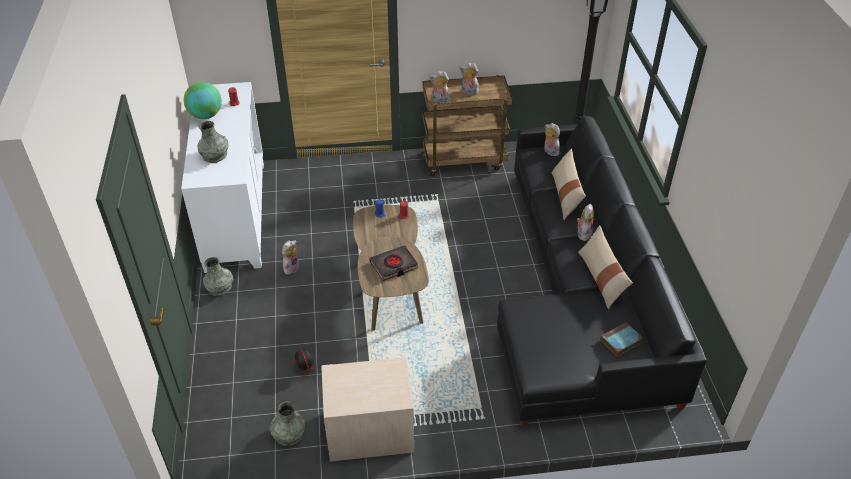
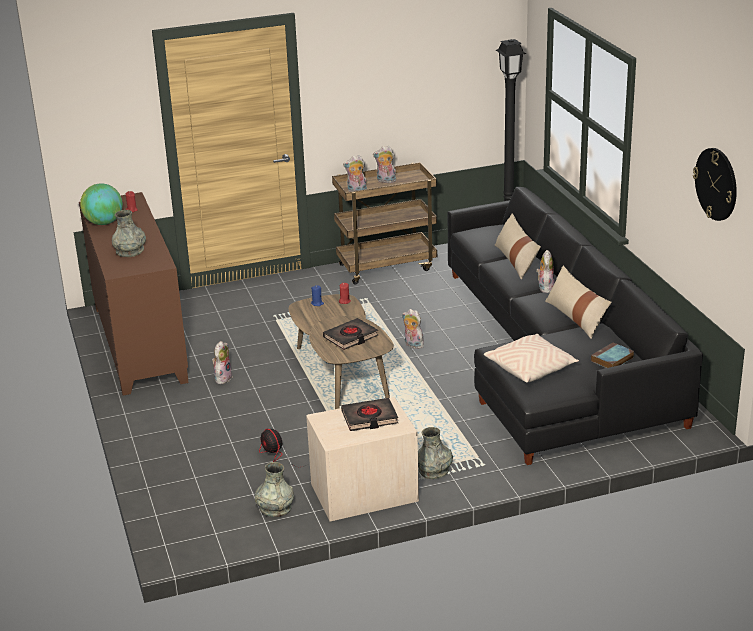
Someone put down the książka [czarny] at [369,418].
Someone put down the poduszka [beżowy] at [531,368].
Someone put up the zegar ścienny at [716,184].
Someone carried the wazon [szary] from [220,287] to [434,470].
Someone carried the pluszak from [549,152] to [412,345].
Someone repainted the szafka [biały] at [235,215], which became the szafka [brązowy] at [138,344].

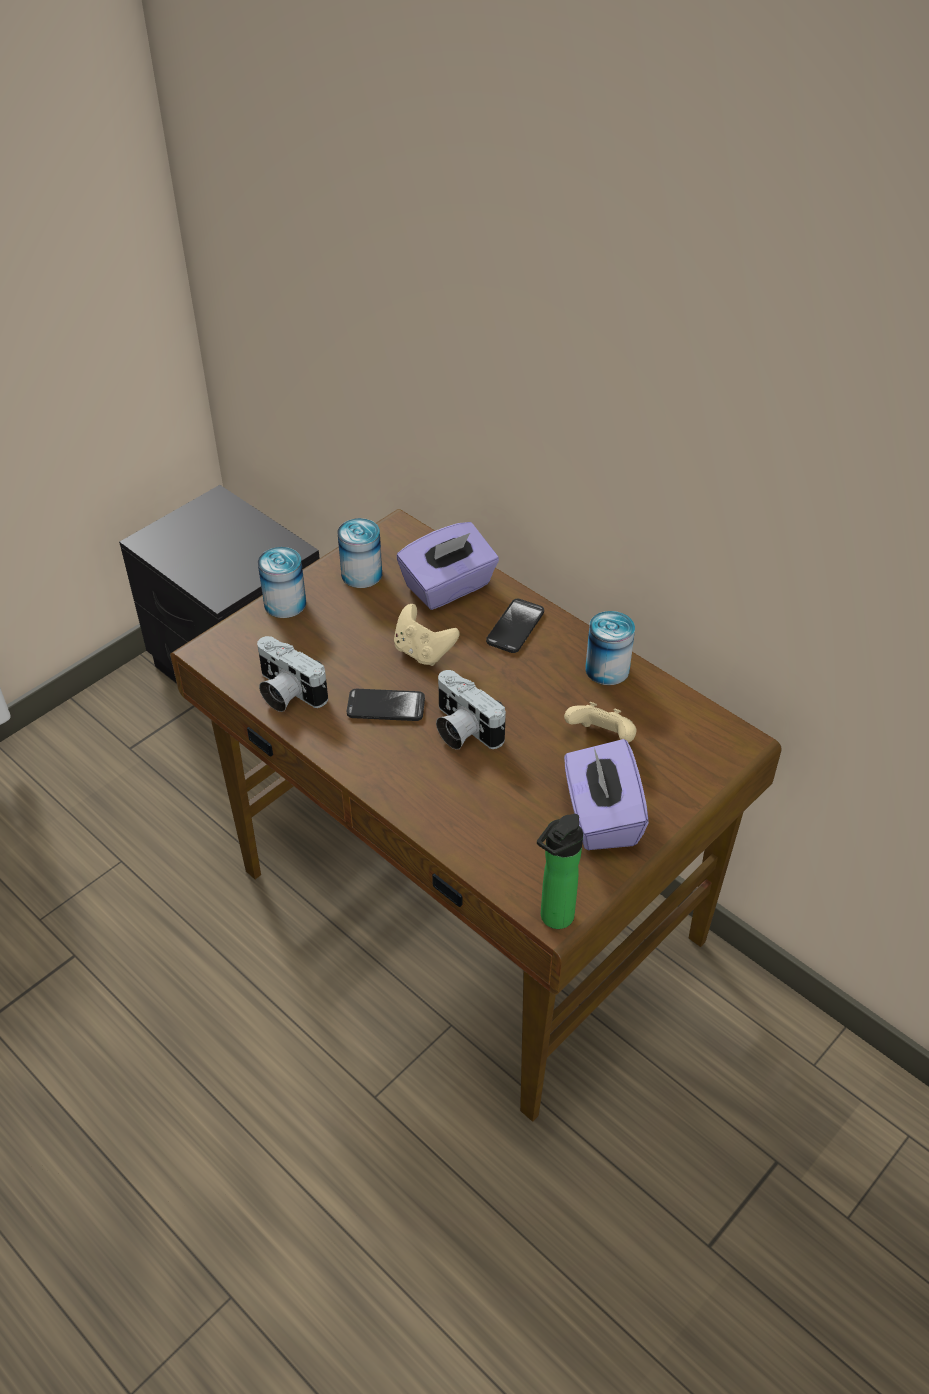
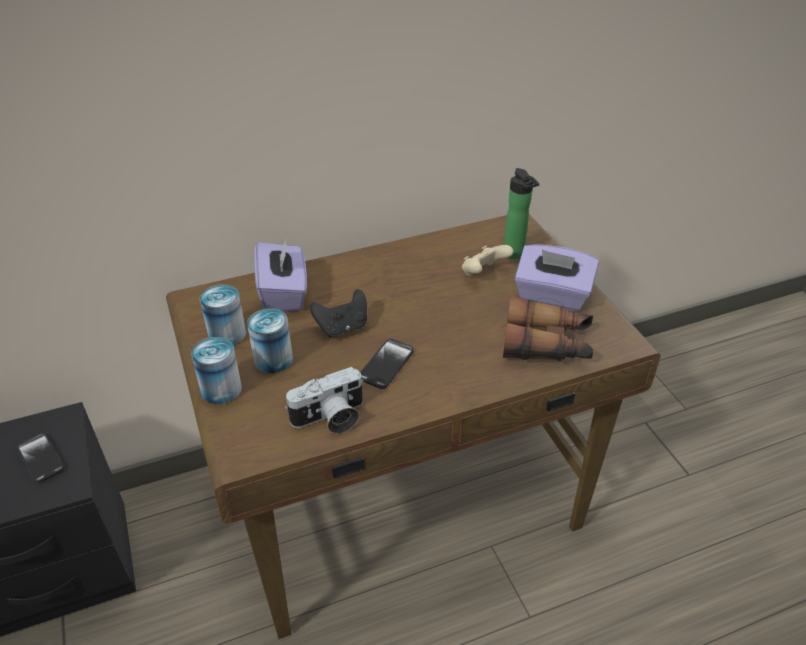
Someone took away the aparat fotograficzny at [462,730].
Someone put down the lornetka at [547,344].
Someone carried the telefon from [515,627] to [41,458].
Someone carried the butelka from [553,919] to [515,255].
Someone carried the puszka from [607,669] to [273,359].
Someone repainted the pad do gier [beżowy] at [423,652], which became the pad do gier [czarny] at [342,327].

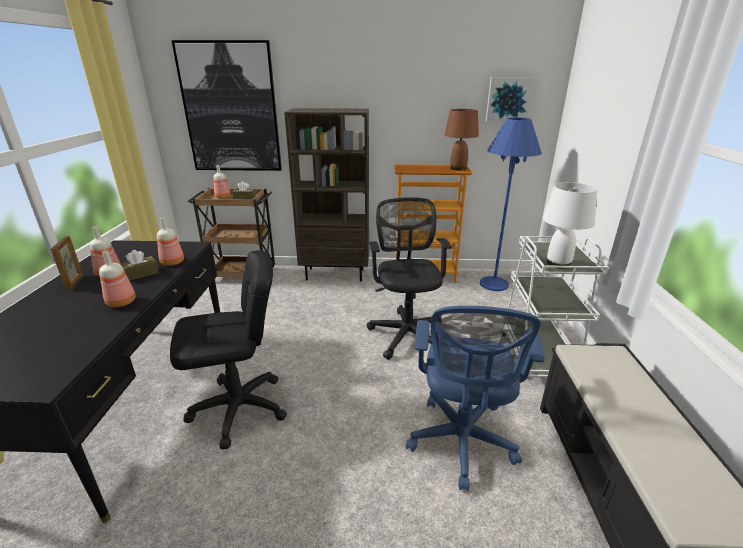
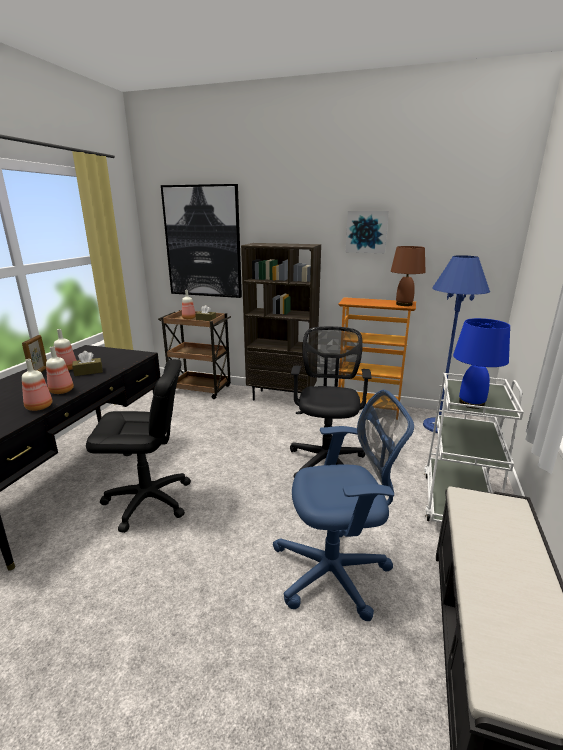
Someone carried the butelka from [173,262] to [39,407].
Someone carried the obraz from [508,99] to [366,232].
Someone repainted the lampa stołowa [biały] at [557,263], which became the lampa stołowa [niebieski] at [470,403].
Someone rotated the krzesło biurowe [niebieski] at [461,443] by 120 degrees counterclockwise.

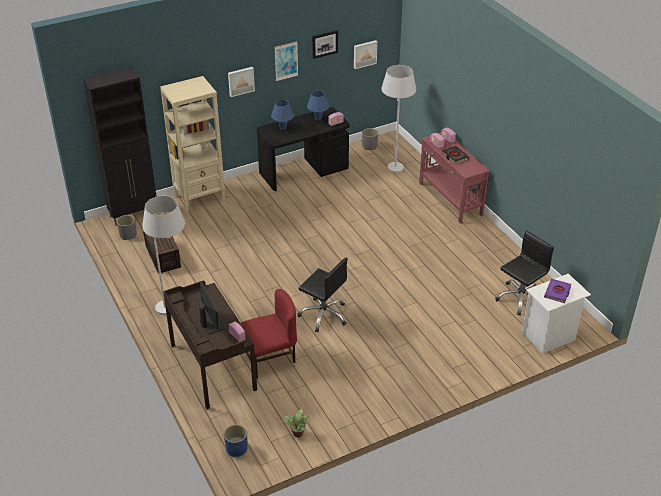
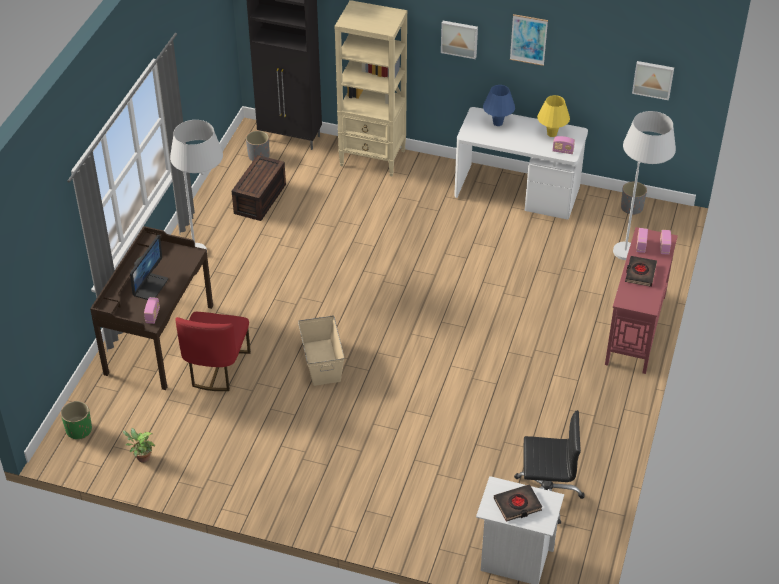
Someone took away the obraz at [324,44].
Someone swapped the krzesło biurowe [czarny] at [323,315] for the pojemnik do przechowywania [beżowy] at [321,362].
Someone repainted the donica [niebieski] at [236,449], which became the donica [zielony] at [79,430].
Someone repainted the biurko [czarny] at [304,170], which became the biurko [biały] at [518,192].
Someone repainted the lampa stołowa [niebieski] at [318,118], which became the lampa stołowa [żółty] at [552,134].
Someone repainted the książka [fioletowy] at [557,292], which became the książka [czarny] at [517,505].
Someone rotated the krzesło [czerwony] at [270,358] by 75 degrees clockwise.

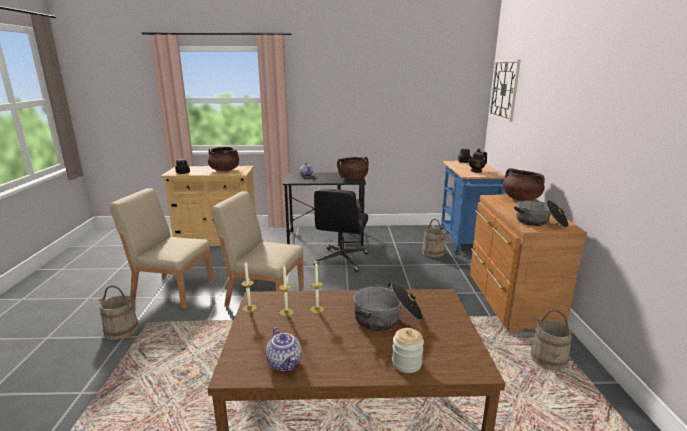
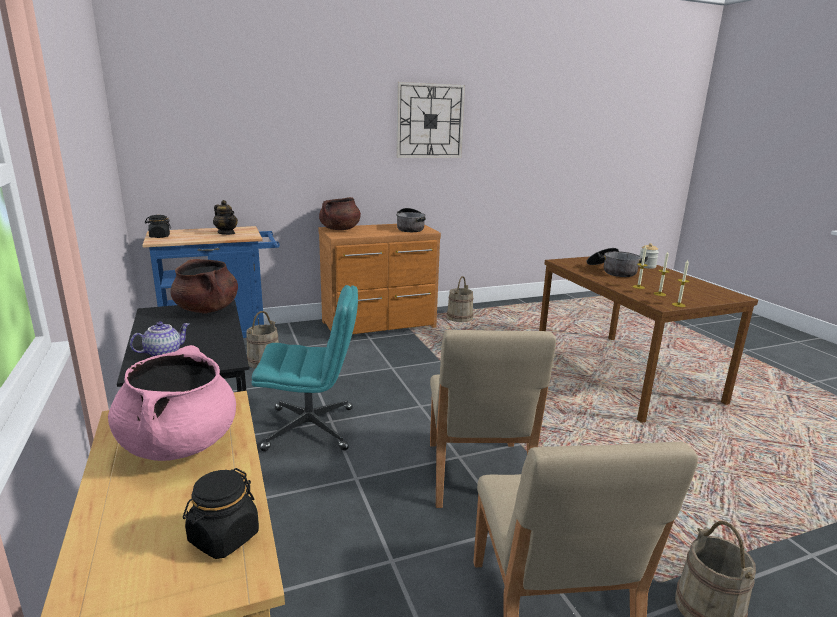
Someone took away the imbryk at [285,363].
Someone carried the zegar ścienny from [504,89] to [430,121].
Someone repainted the garnek [brązowy] at [225,170], which became the garnek [różowy] at [180,444].
Someone repainted the krzesło biurowe [czarny] at [341,260], which became the krzesło biurowe [turkusowy] at [311,428].

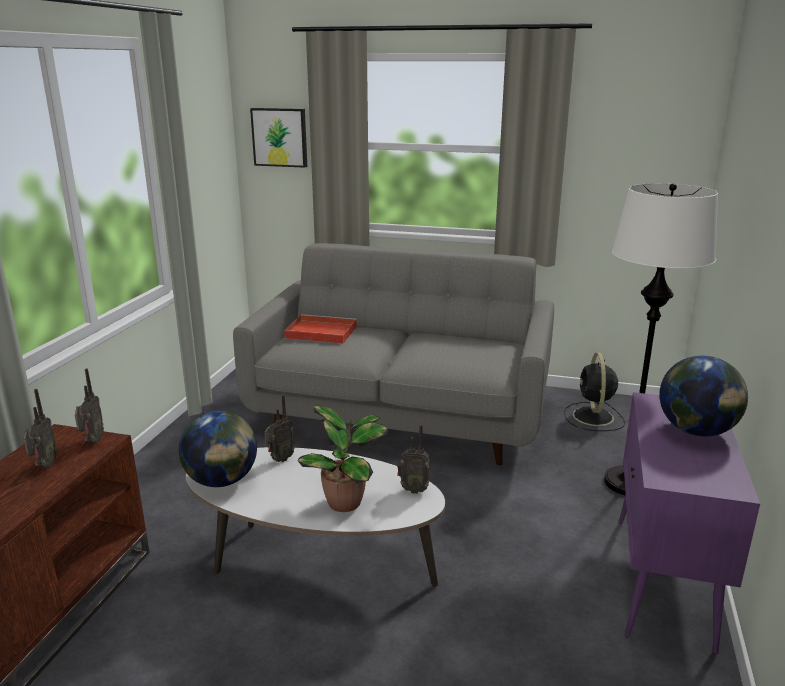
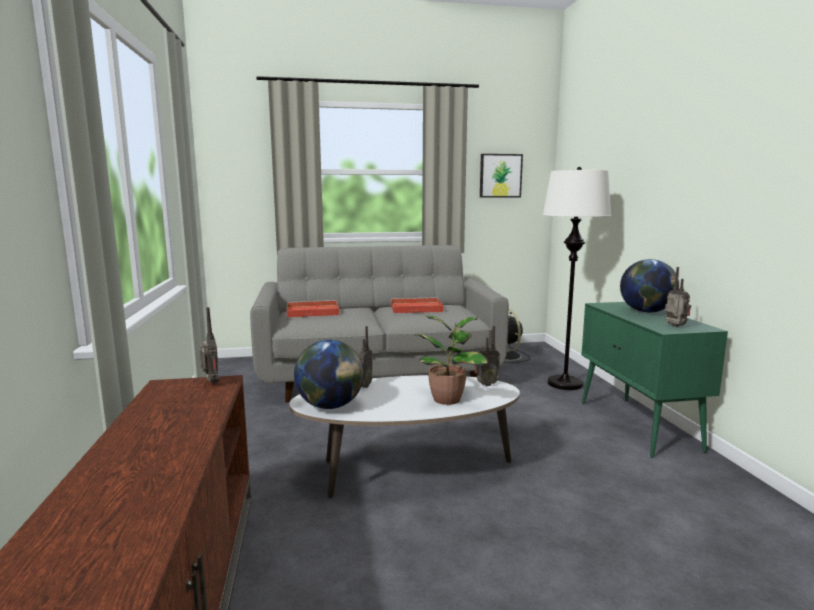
Someone put down the taca [czerwony] at [415,308].
Someone carried the radio from [44,466] to [674,326].
Someone carried the obraz from [280,137] to [500,176].
Someone repainted the szafka [fioletowy] at [662,581], which became the szafka [zielony] at [638,426].

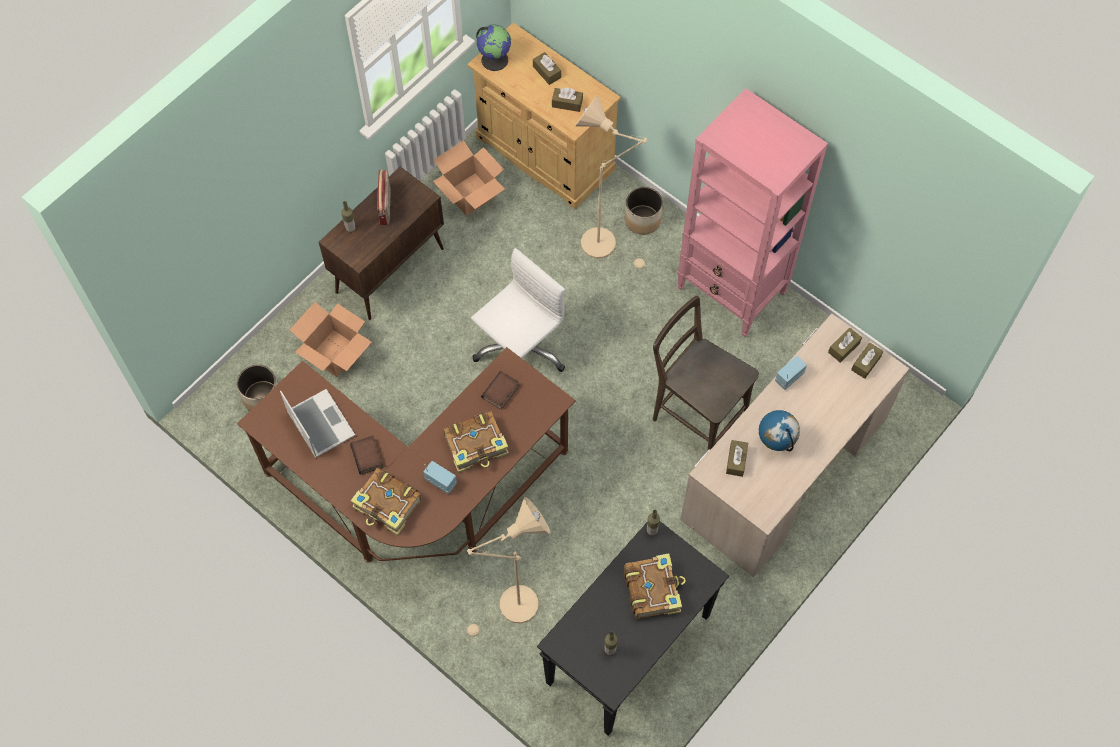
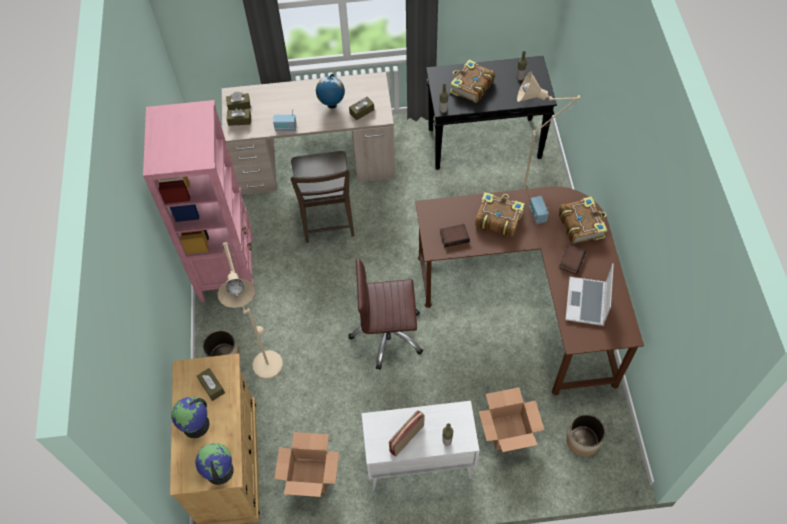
Someone swapped the pudełko chusteczek [brązowy] at [547,72] for the globus at [196,425].
Someone repainted the szafka [brązowy] at [390,270], which became the szafka [biały] at [418,463].
Someone repainted the krzesło biurowe [biały] at [520,351], which became the krzesło biurowe [brązowy] at [387,335].

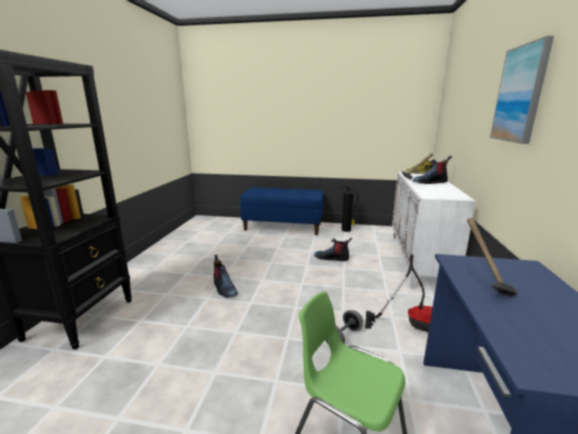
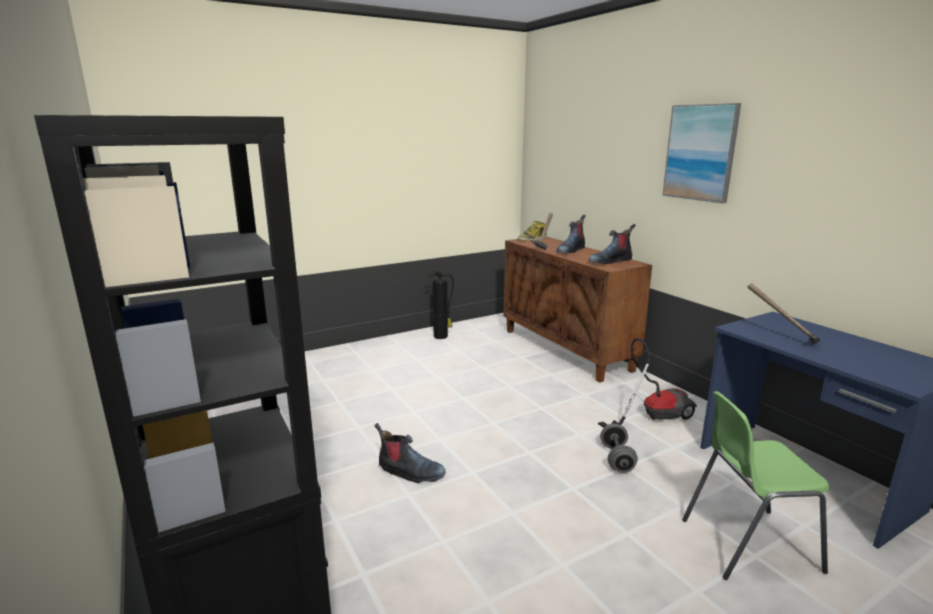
Someone took away the ławka [niebieski] at [283,227].
Someone carried the but z cholewką from [332,258] to [610,261].
Someone repainted the szafka [biały] at [419,260], which became the szafka [brązowy] at [566,350].

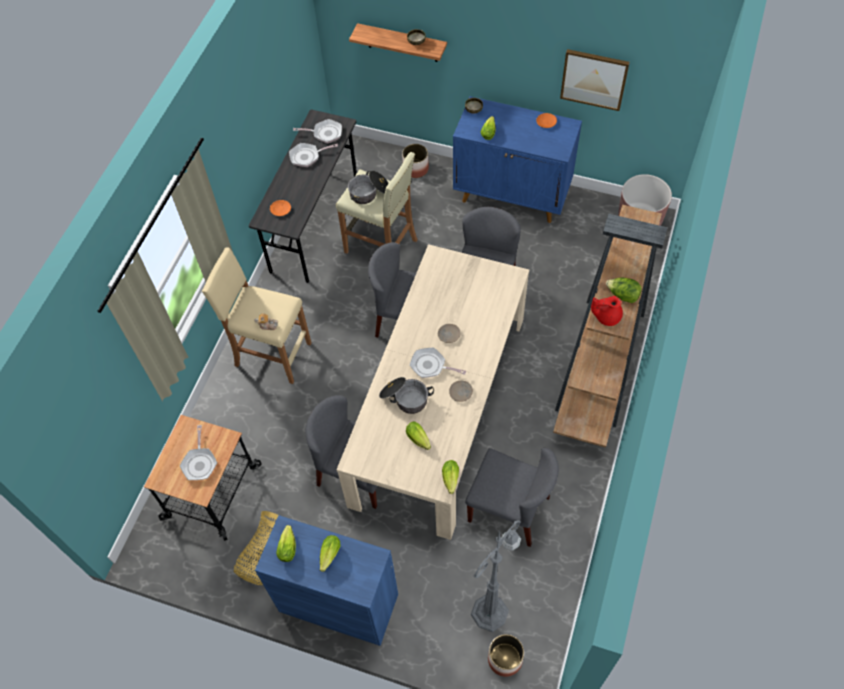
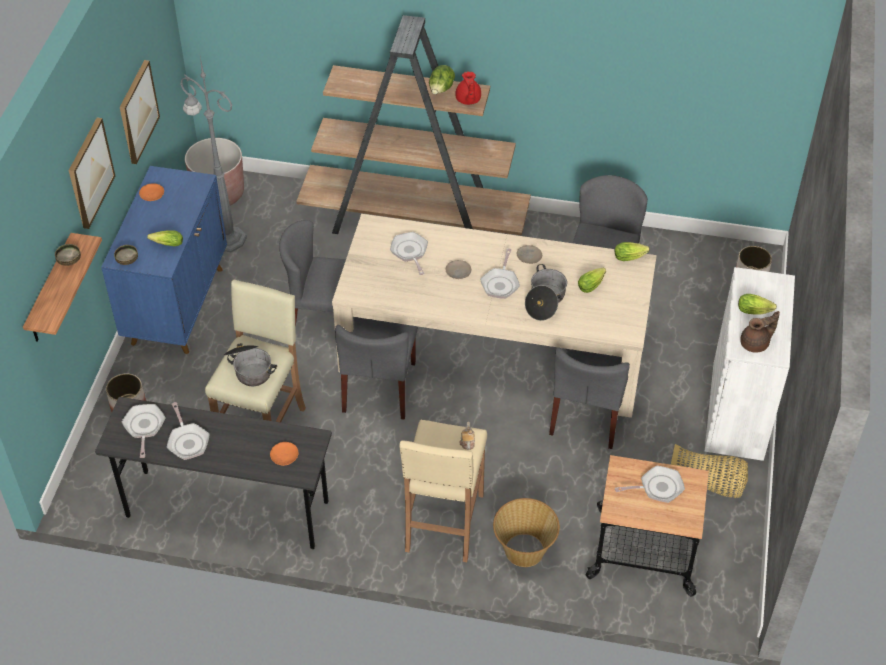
Someone put up the obraz at [90,172].
Someone put down the patelnia at [410,252].
Someone put down the koszyk at [524,551].
Someone carried the lampa stojąca [szary] from [491,611] to [227,238].
Someone swapped the sałata at [288,546] for the imbryk [brązowy] at [755,344].
Someone repainted the szafka [niebieski] at [338,603], which became the szafka [biały] at [737,410].

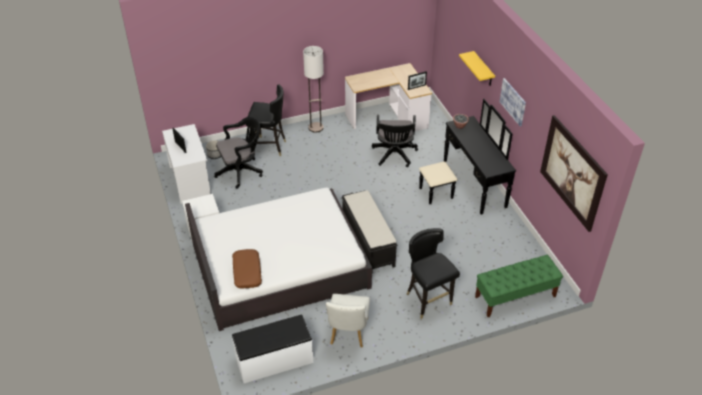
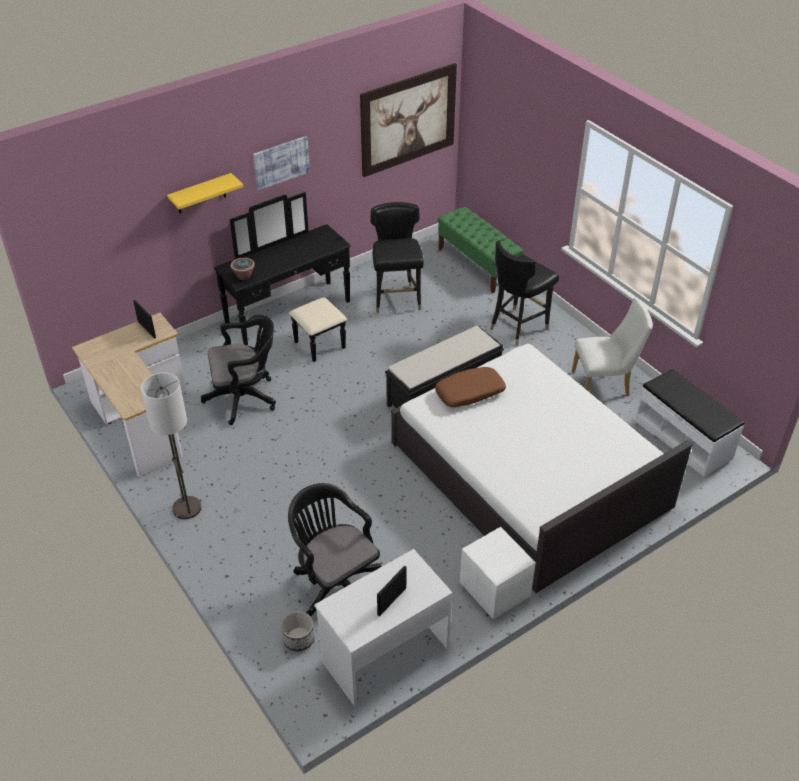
Someone carried the poduszka [brązowy] from [247,272] to [470,393].
Someone carried the krzesło [czarny] from [269,147] to [397,299].

